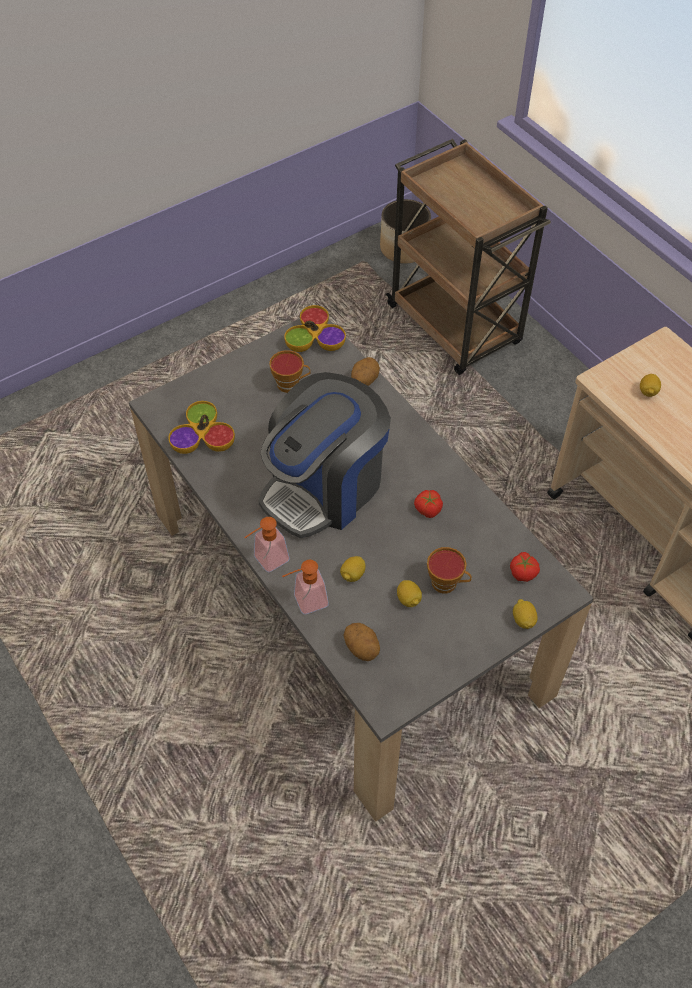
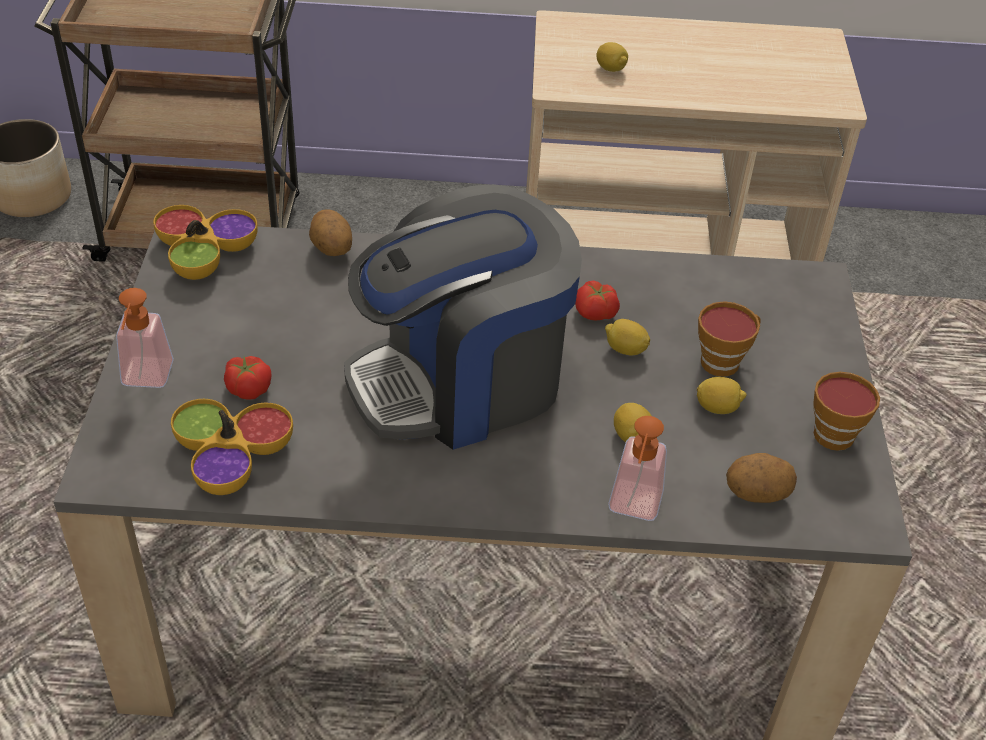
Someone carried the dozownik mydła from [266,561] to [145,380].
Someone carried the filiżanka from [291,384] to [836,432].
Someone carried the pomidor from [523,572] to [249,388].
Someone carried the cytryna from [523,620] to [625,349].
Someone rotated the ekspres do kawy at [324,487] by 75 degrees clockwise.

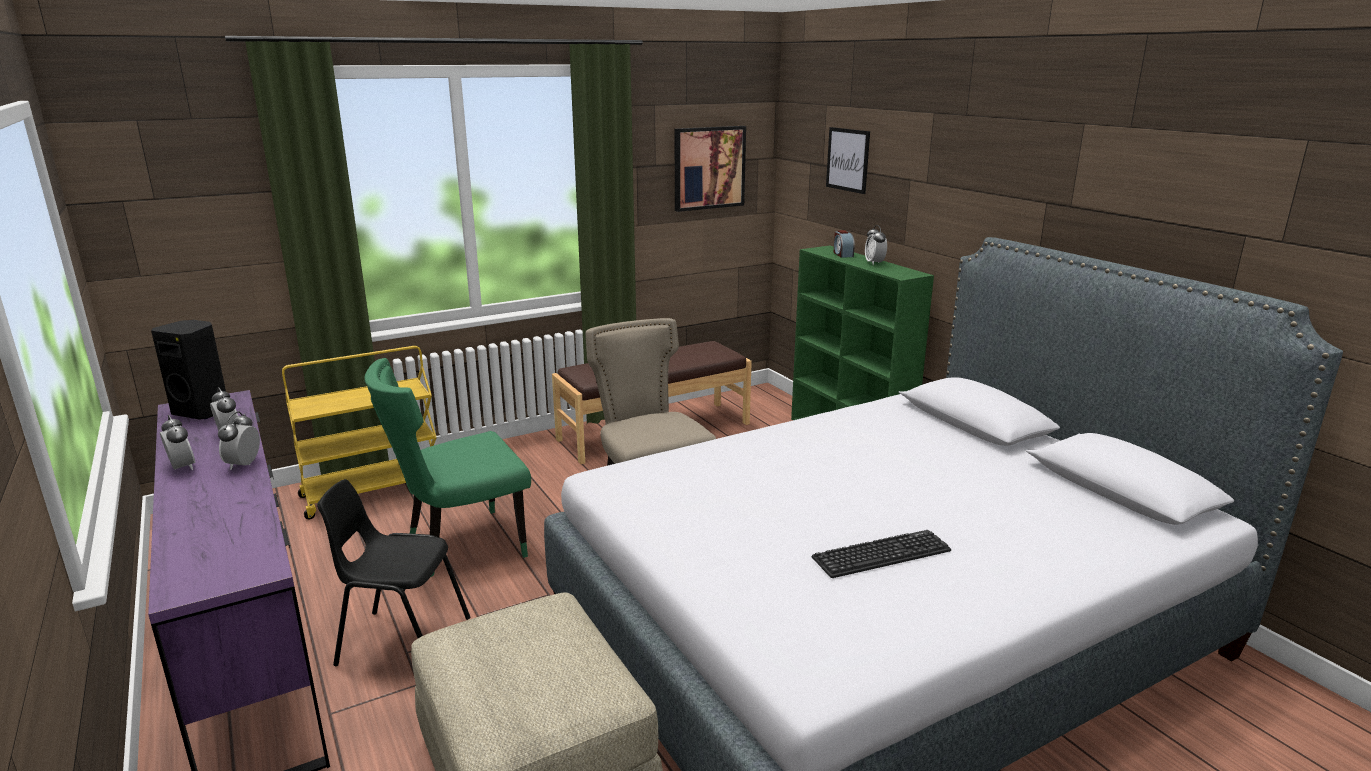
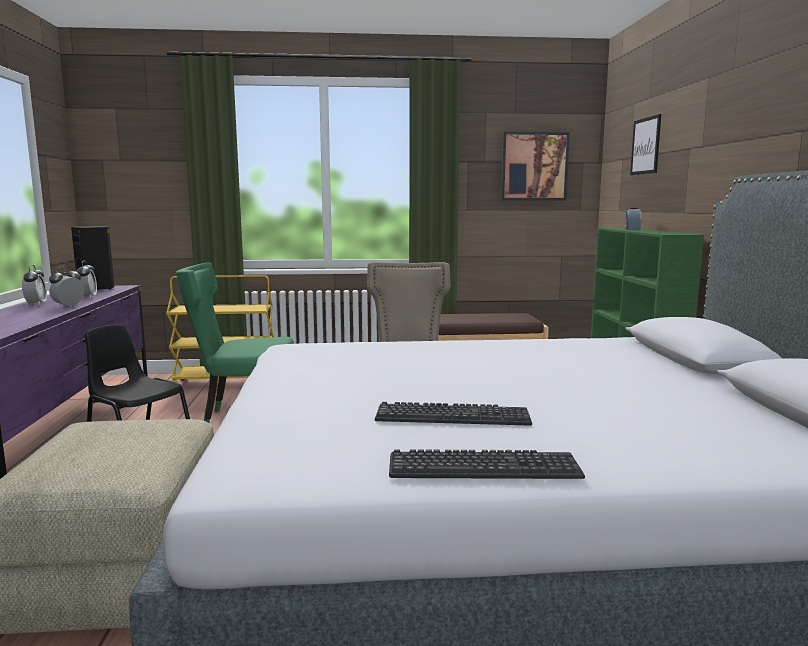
Someone took away the budzik at [874,263].
Someone put down the klawiatura at [483,467].

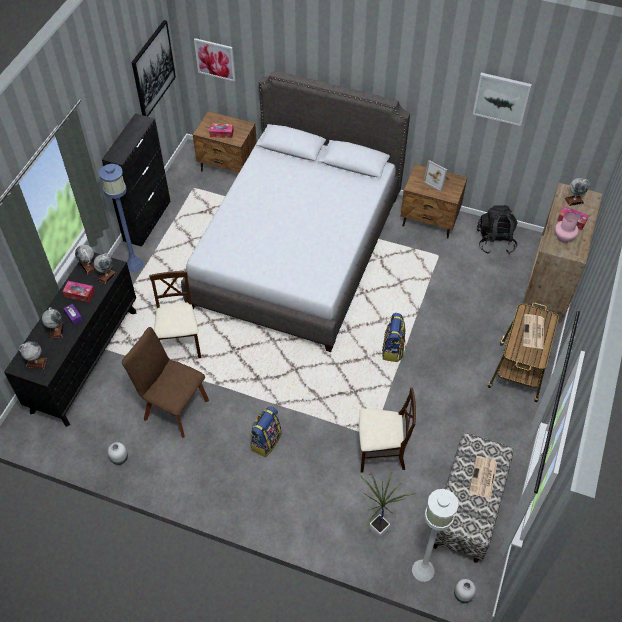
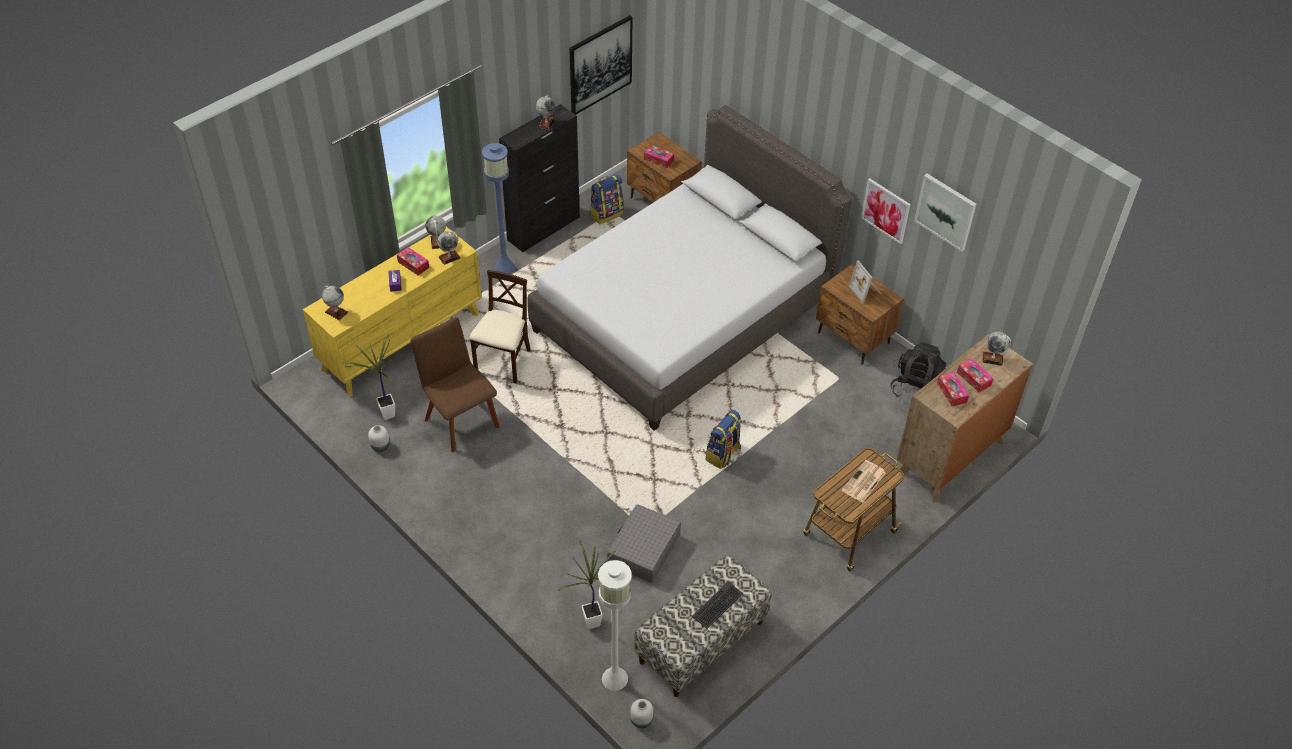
Someone put down the roślina doniczkowa at [384,414].
Someone carried the globus from [56,330] to [546,123].
Someone carried the obraz from [215,59] to [886,210].
Someone carried the plecak from [265,441] to [606,214].
Someone swapped the krzesło [beżowy] at [380,453] for the walizka [szary] at [643,550].
Someone swapped the gazeta at [483,478] for the klawiatura at [718,605].
Someone swapped the wazon [różowy] at [564,237] for the pudełko chusteczek at [951,392].
Someone repainted the komoda [czarny] at [85,359], which became the komoda [żółty] at [402,341].

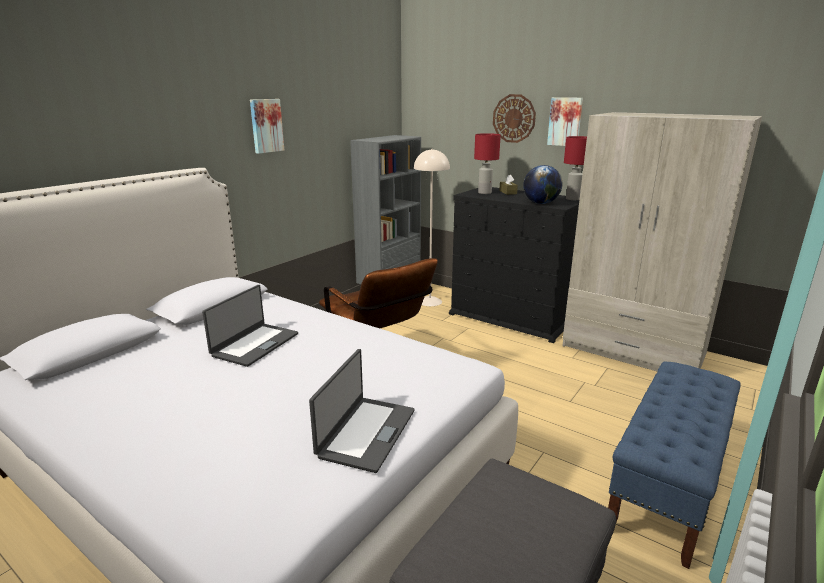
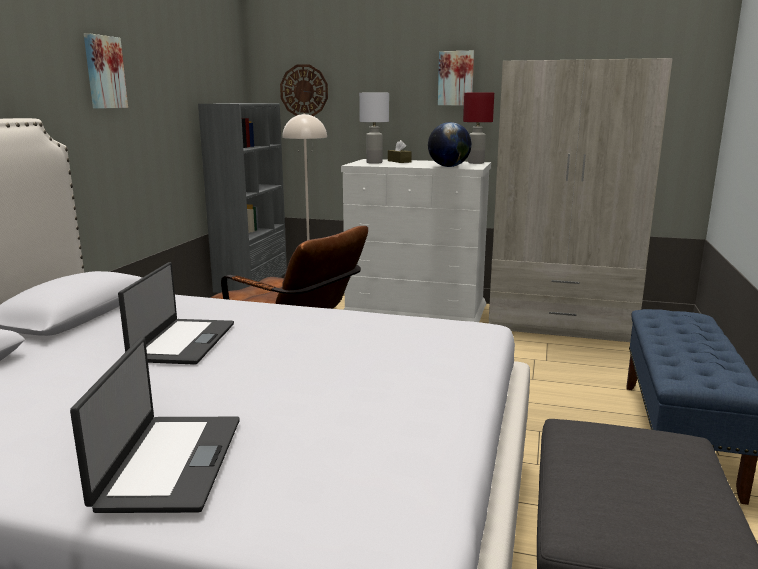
Someone carried the laptop from [365,433] to [169,462].
Someone carried the zegar ścienny from [514,118] to [304,91].
Someone repainted the komoda [czarny] at [512,317], which became the komoda [biały] at [416,310].
Someone repainted the lampa stołowa [czerwony] at [484,193], which became the lampa stołowa [biały] at [373,162].

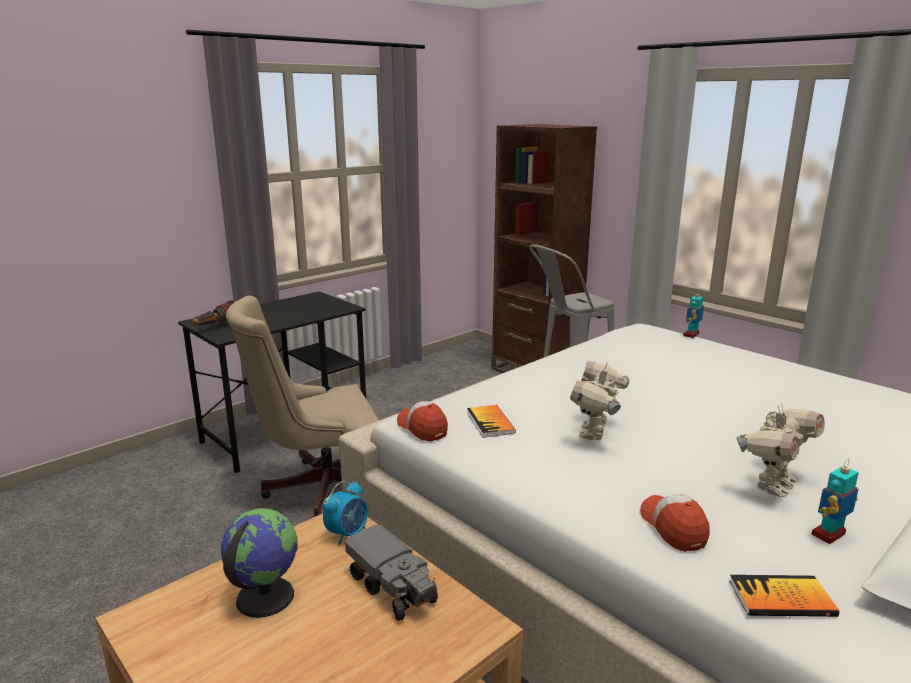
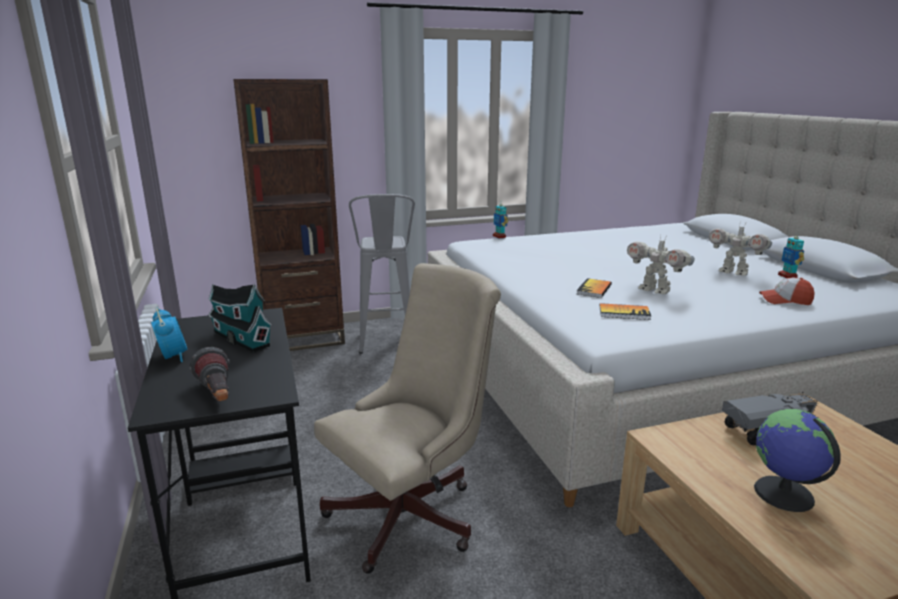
Someone took away the czapka z daszkiem at [422,428].
Someone put down the domek at [240,338].
Someone carried the budzik from [347,533] to [173,357].
Someone carried the książka from [781,598] to [594,289].
Someone rotated the krzesło biurowe [beżowy] at [318,490] by 135 degrees counterclockwise.
Someone rotated the robot zabawkowy at [772,485] by 150 degrees clockwise.

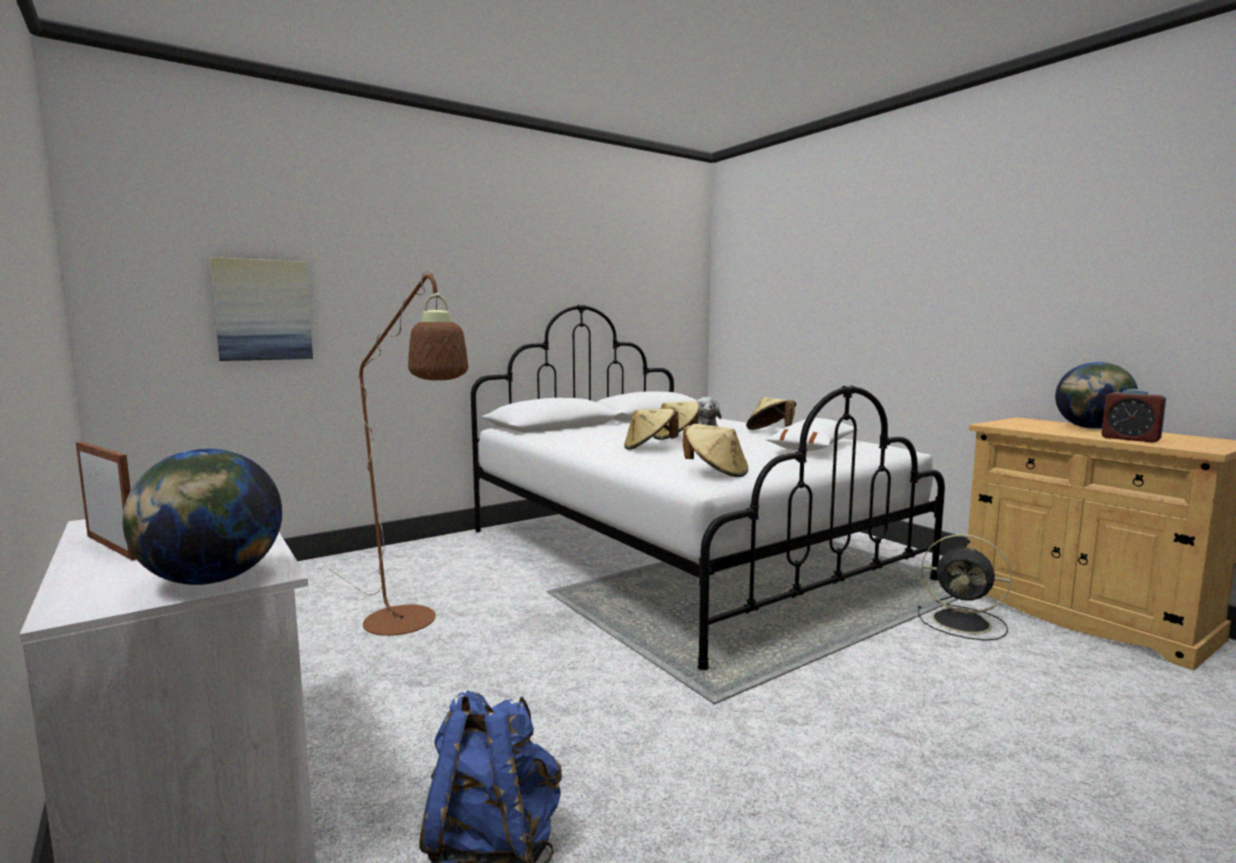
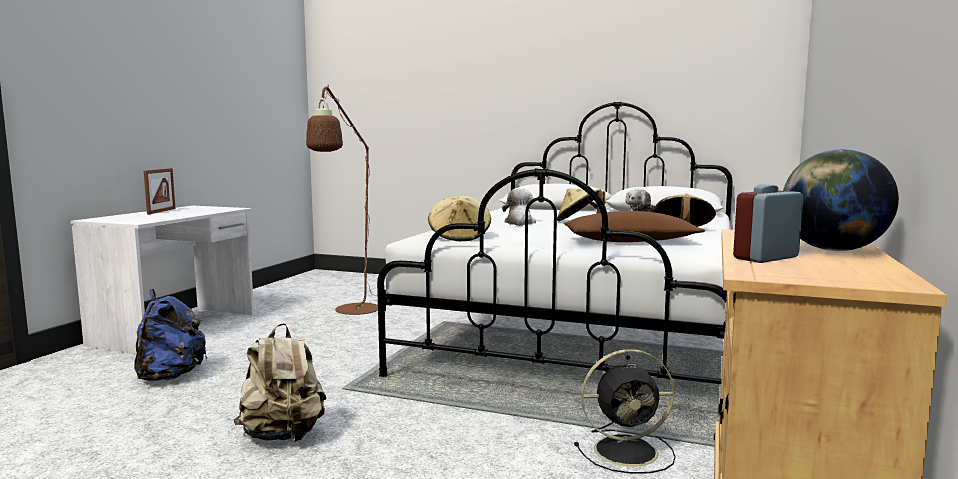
Someone took away the globus at [211,580].
Someone took away the obraz at [263,310].
Someone put down the plecak [beżowy] at [283,436].
Someone swapped the kapelusz [beżowy] at [649,448] for the pluszak at [519,223].
Someone repainted the poduszka [biały] at [813,448], which became the poduszka [brązowy] at [629,241].
Someone rotated the wentylator [czarny] at [964,622] by 90 degrees counterclockwise.
Someone rotated the budzik at [1130,439] by 45 degrees clockwise.

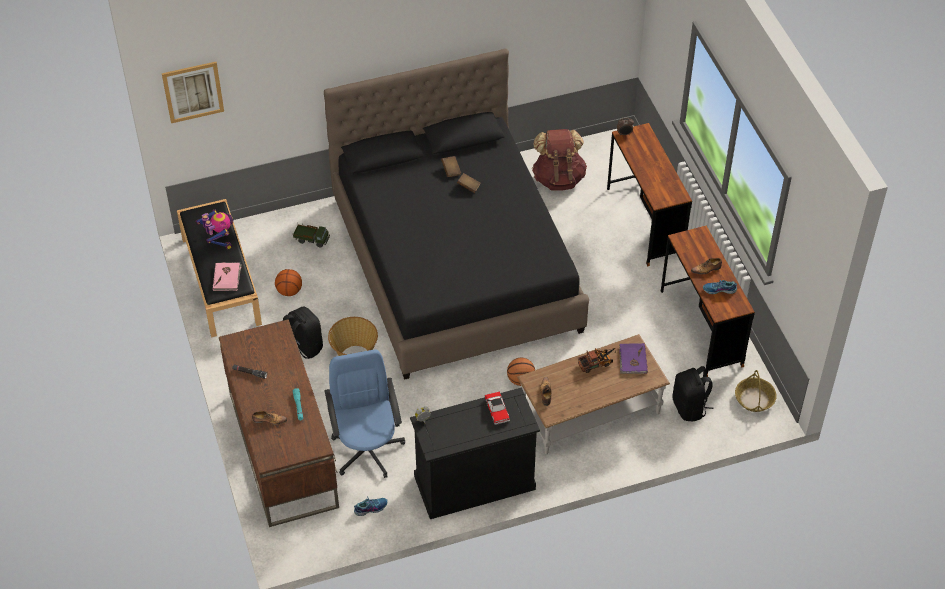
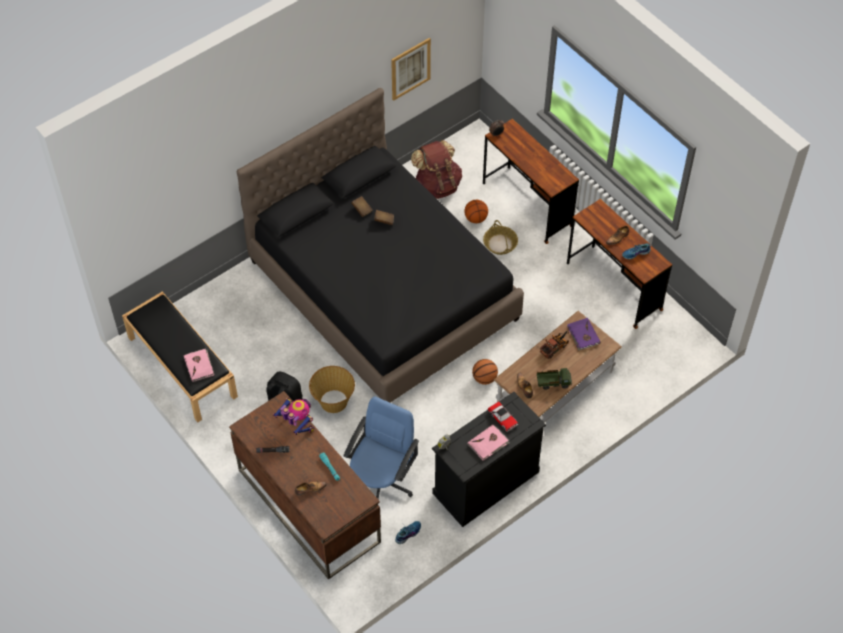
Someone took away the plecak [czarny] at [690,408].
Someone put down the książka [różowy] at [488,443].
Someone carried the obraz from [193,92] to [410,68].
Someone carried the robot zabawkowy from [218,239] to [297,425].
Someone carried the piłka do koszykówki from [289,291] to [475,218].
Someone carried the ciężarówka zabawkowa from [311,240] to [553,383].
Someone carried the koszyk from [754,399] to [500,244].
Someone rotated the krzesło biurowe [niebieski] at [367,449] by 60 degrees clockwise.

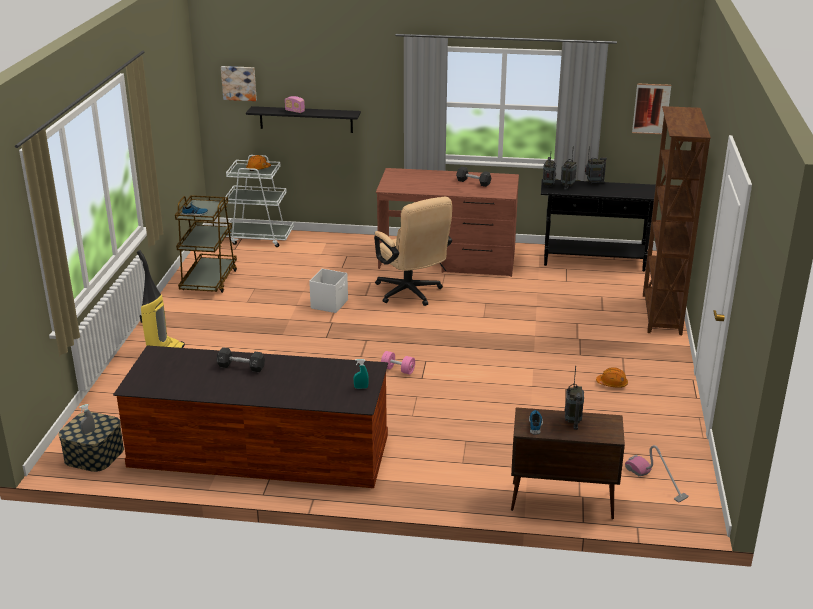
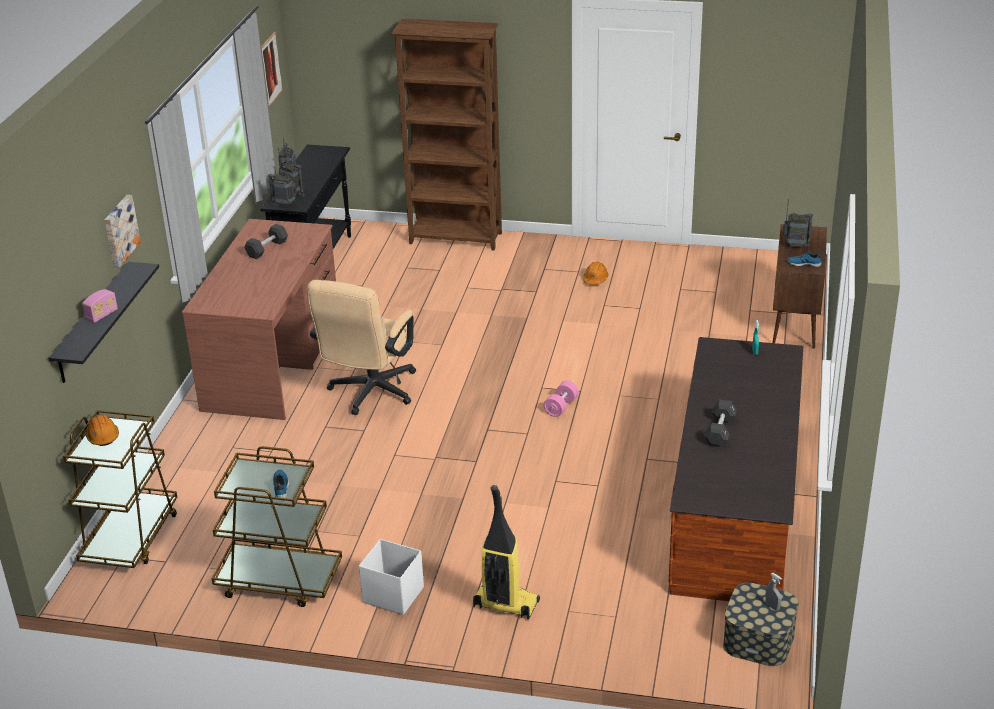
Someone took away the odkurzacz at [655,482].
Someone carried the obraz from [239,83] to [119,230].
Someone carried the pojemnik do przechowywania [biały] from [330,304] to [392,595].
Someone repainted the wózek [biały] at [258,238], which became the wózek [brązowy] at [131,537].
Someone rotated the krzesło biurowe [beżowy] at [411,294] by 135 degrees clockwise.

